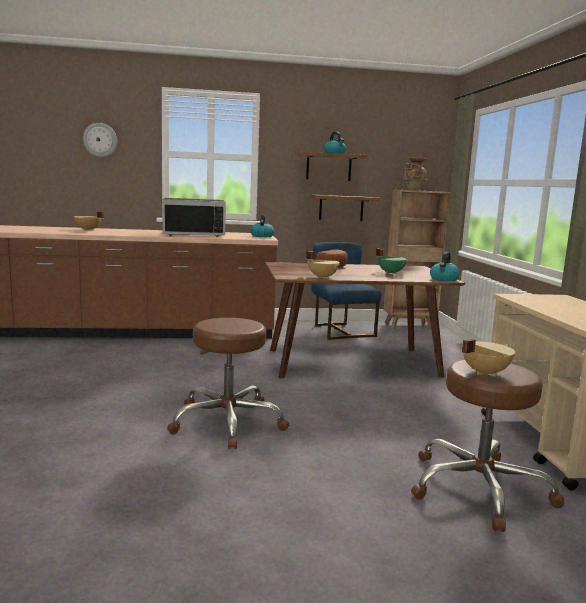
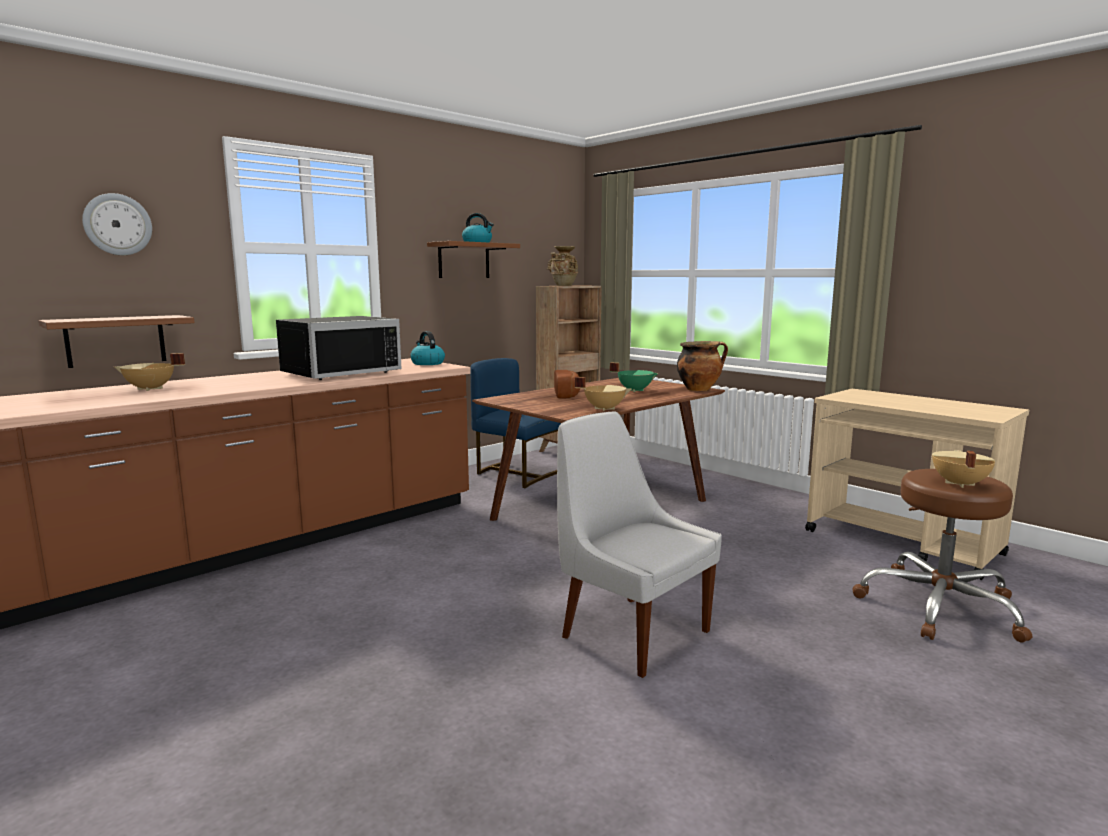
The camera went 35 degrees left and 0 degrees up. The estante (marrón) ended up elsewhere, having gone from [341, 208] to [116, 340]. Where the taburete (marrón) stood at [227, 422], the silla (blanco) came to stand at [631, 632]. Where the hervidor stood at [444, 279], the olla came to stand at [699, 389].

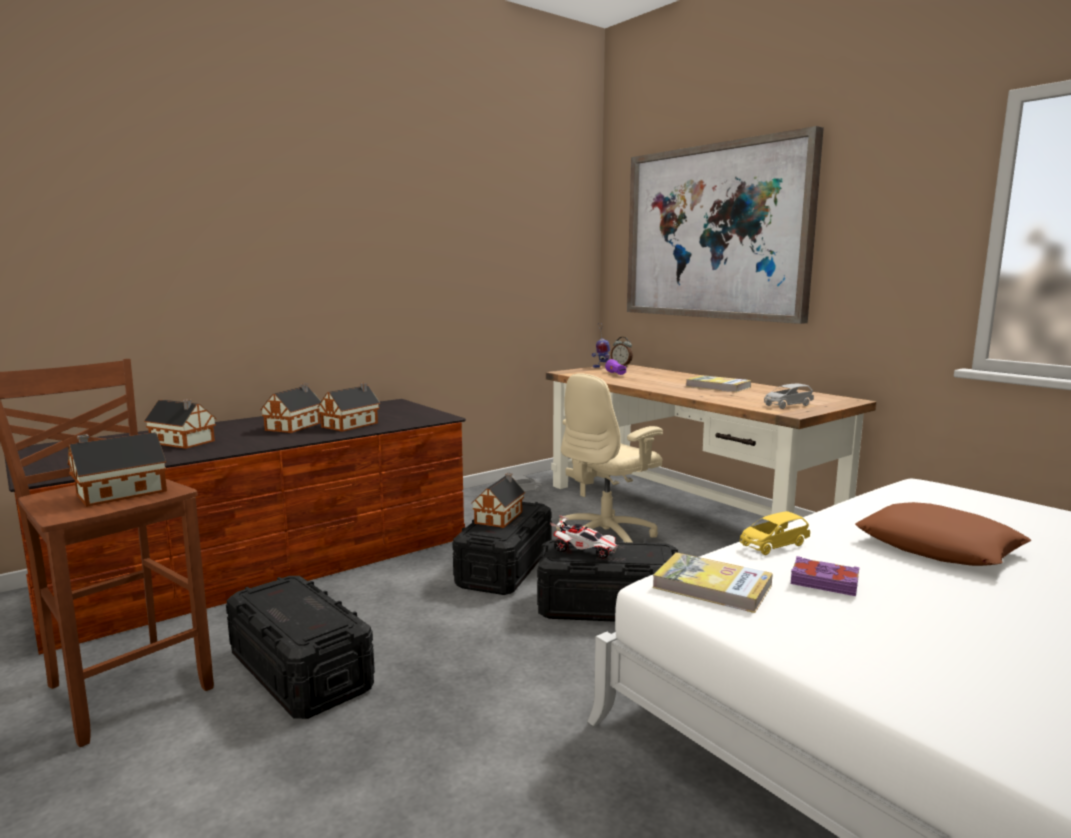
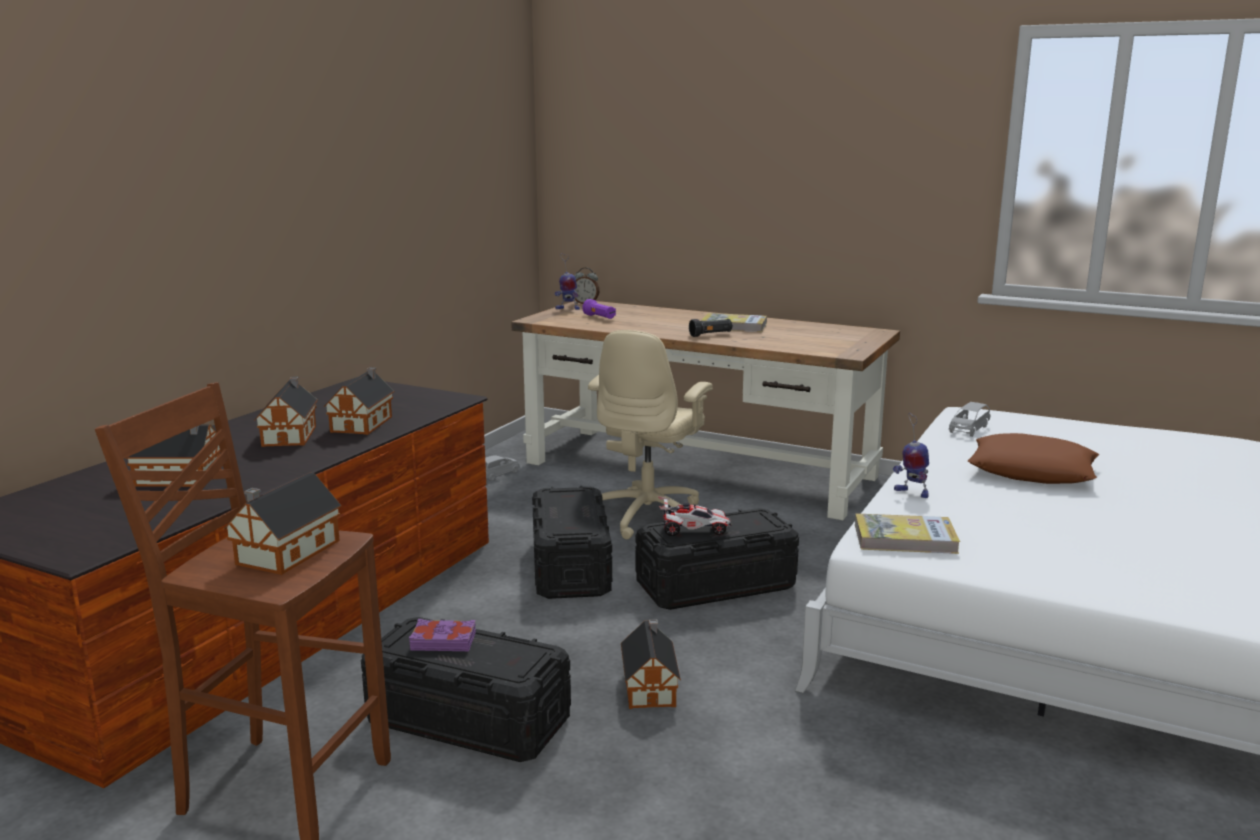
The camera went 25 degrees left and 5 degrees up. The libro (morado) ended up elsewhere, having gone from [824, 582] to [443, 641]. The casita ended up elsewhere, having gone from [500, 517] to [650, 686]. The second view gained the linterna (negro) at [711, 335]. Where the coche de juguete (amarillo) stood at [773, 545], the robot de juguete came to stand at [911, 492]. The coche de juguete (gris) ended up elsewhere, having gone from [787, 405] to [968, 429]. The second view lost the cuadro at [715, 232].

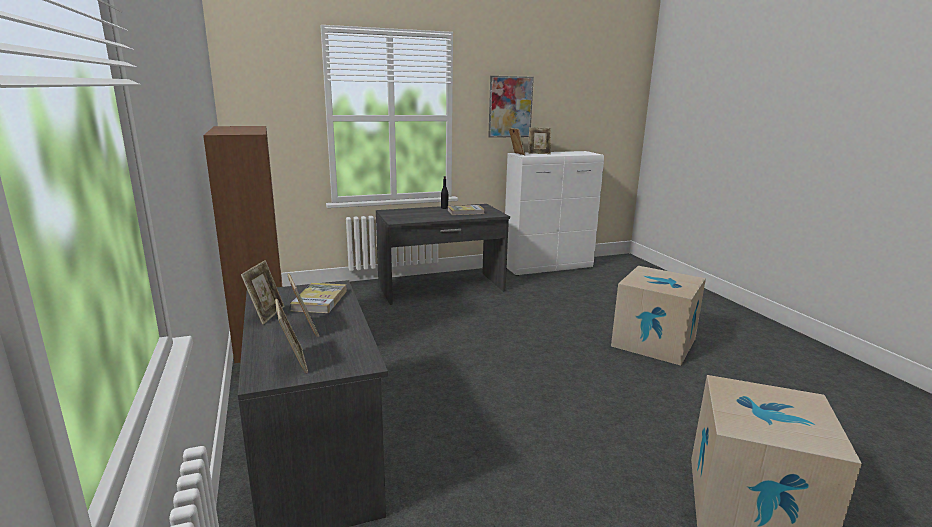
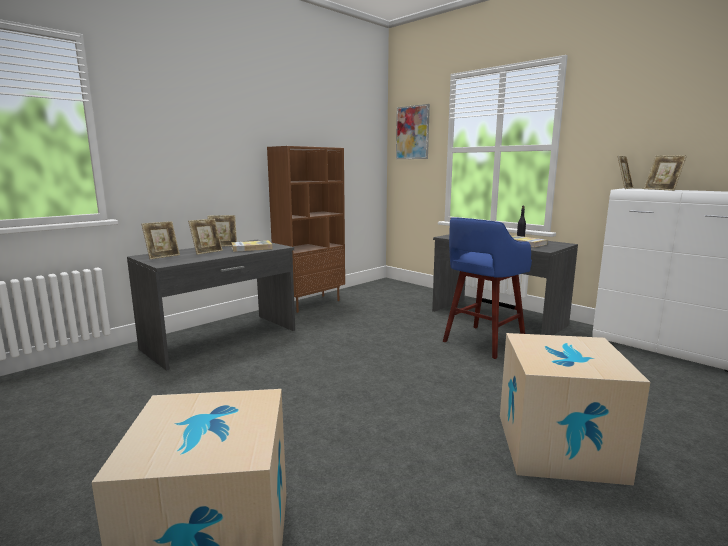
The camera went 65 degrees right and 5 degrees down. The cuadro ended up elsewhere, having gone from [510, 107] to [412, 132]. The second view gained the taburete (azul) at [482, 342].

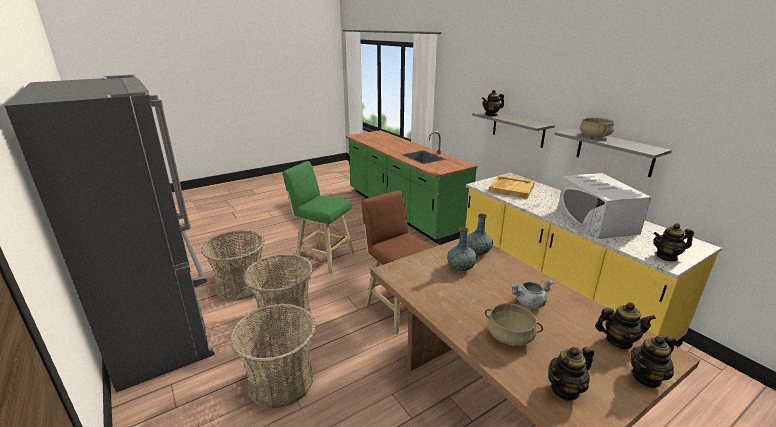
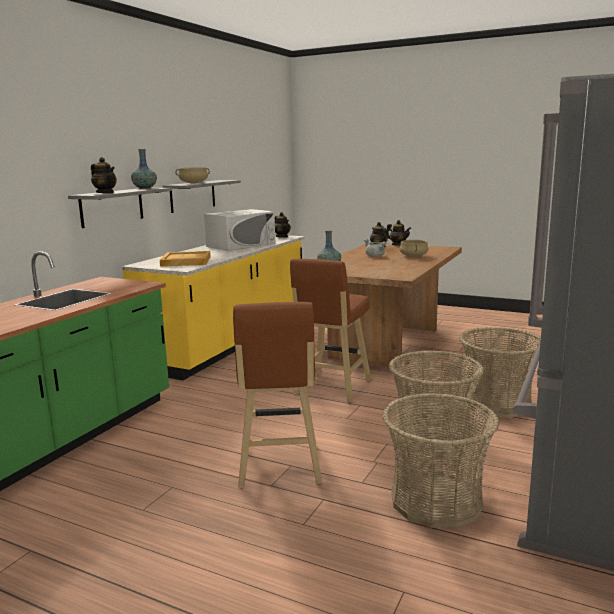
The camera went 120 degrees left and 10 degrees down. The florero ended up elsewhere, having gone from [460, 267] to [144, 188]. What was the taburete (verde) at [323, 258] turned into the taburete (marrón) at [279, 467]. The second view lost the tetera at [565, 389].

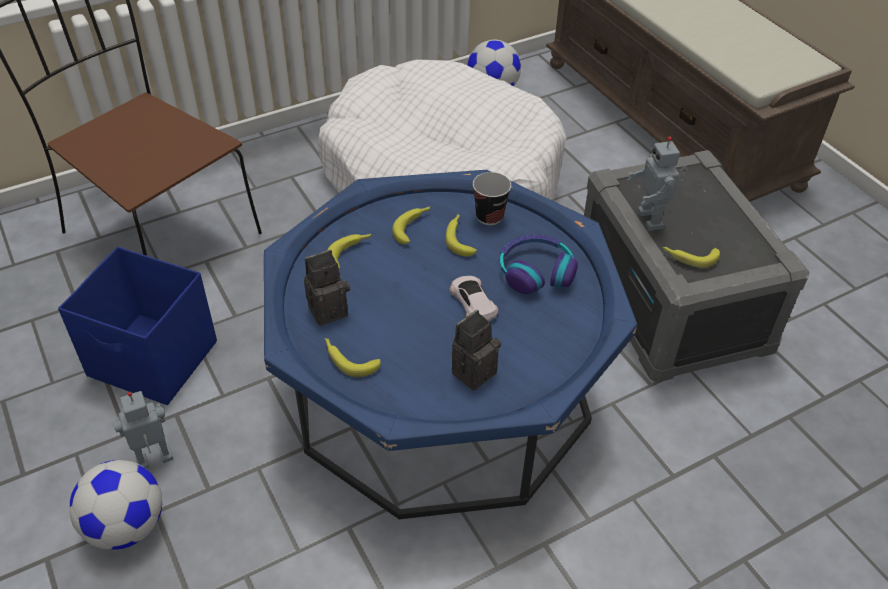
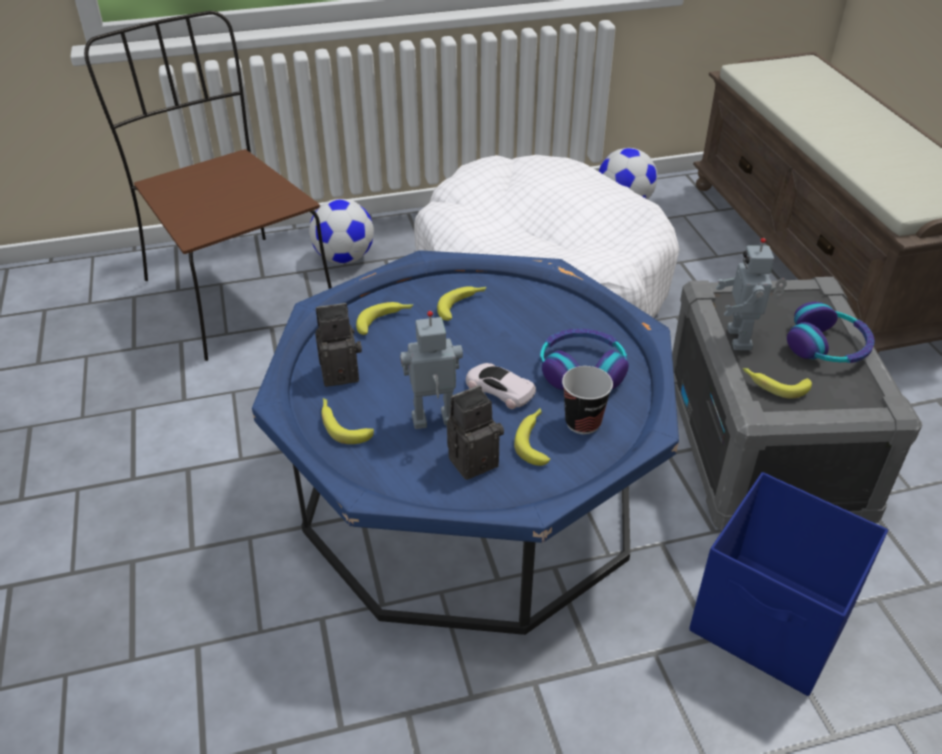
The camera went 15 degrees right and 5 degrees down. The balón de fútbol ended up elsewhere, having gone from [126, 526] to [344, 258]. The robot de juguete ended up elsewhere, having gone from [155, 461] to [434, 422]. The coche de juguete (blanco) at [472, 302] ended up facing another way, 45 degrees counterclockwise from before. The plátano ended up elsewhere, having gone from [460, 238] to [535, 440]. The taza ended up elsewhere, having gone from [489, 216] to [583, 422]. The caja de almacenaje (azul) ended up elsewhere, having gone from [154, 360] to [772, 624]. The second view gained the auriculares at [827, 347].

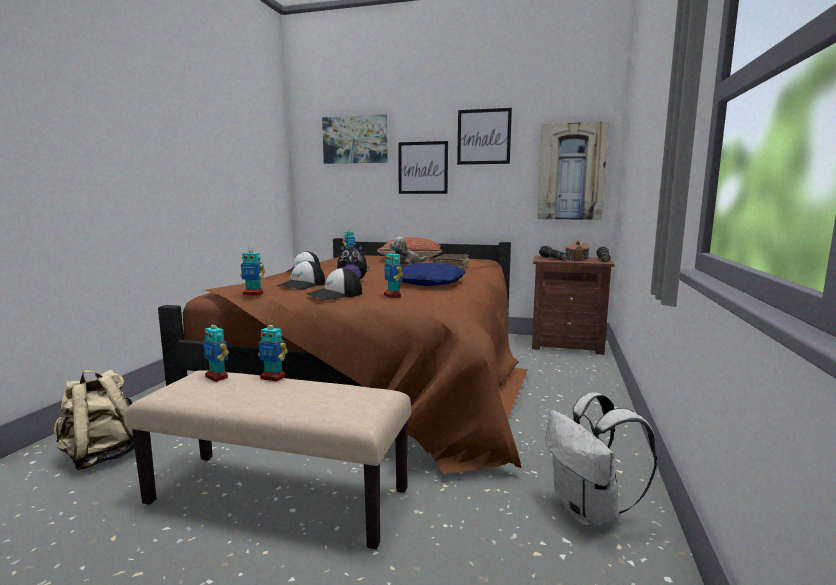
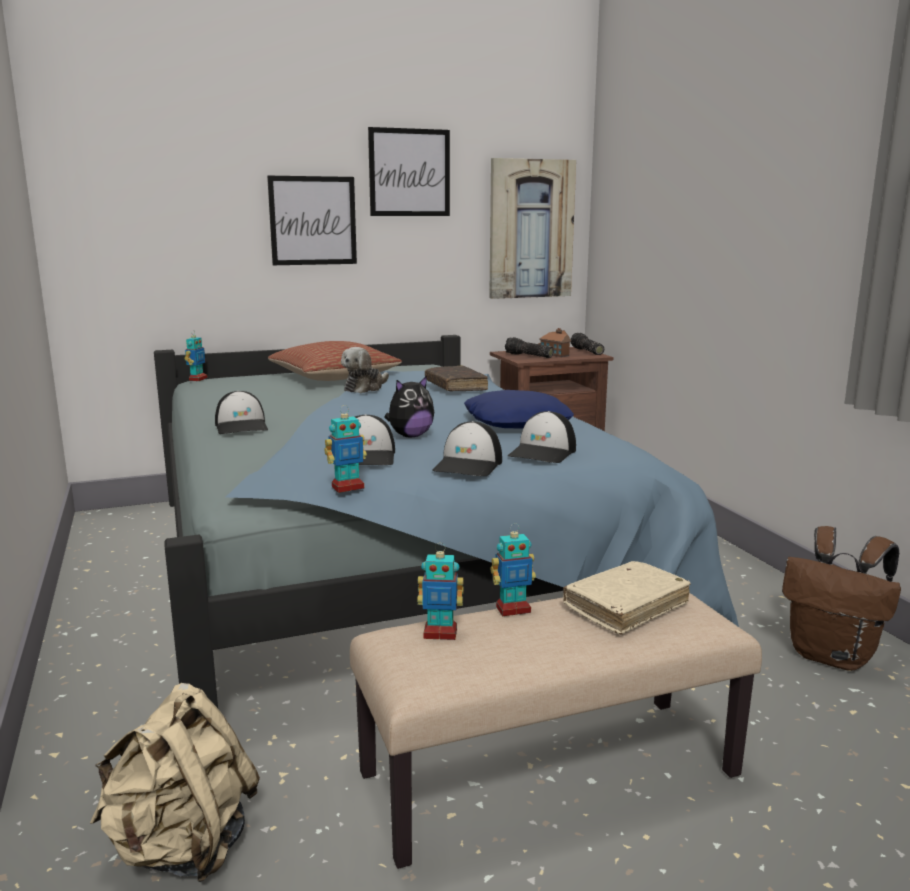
The camera went 35 degrees left and 5 degrees up. What was the cama (marrón) at [386, 371] turned into the cama (azul) at [390, 565]. Where the robot de juguete stood at [393, 296], the gorra came to stand at [543, 452]. The second view gained the libro (beis) at [626, 606]. What was the mochila (blanco) at [589, 512] turned into the mochila (marrón) at [833, 656]. The second view lost the cuadro at [355, 140].

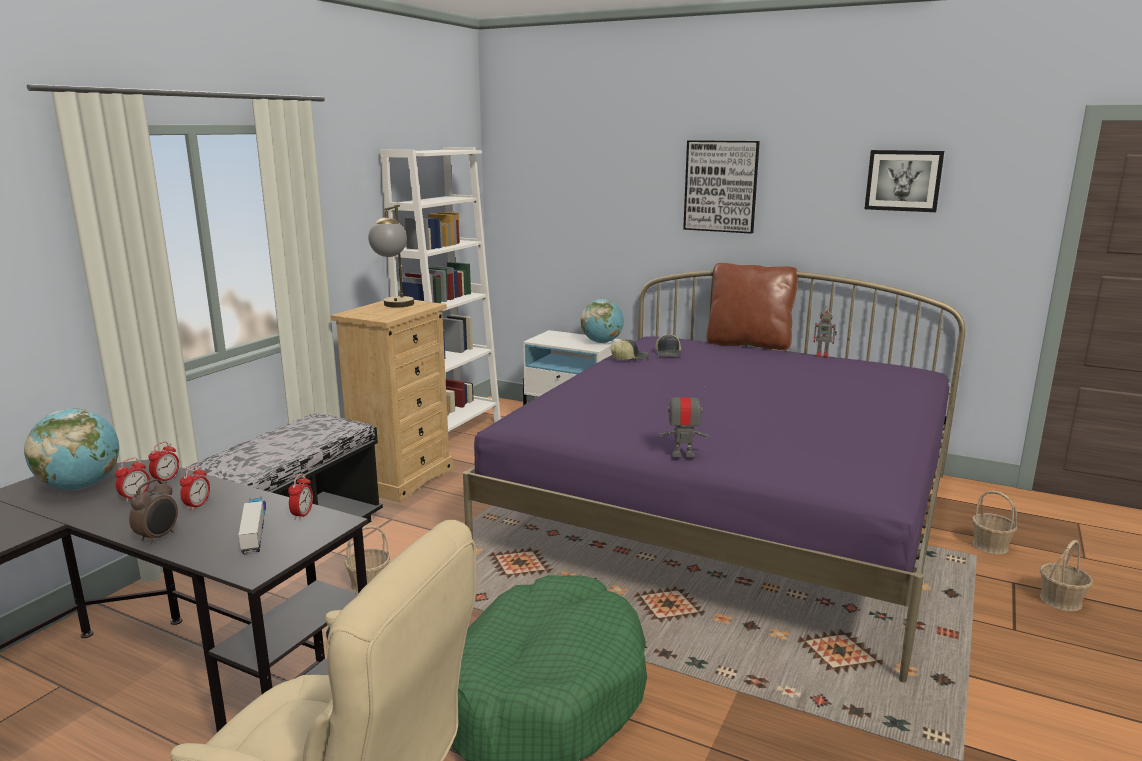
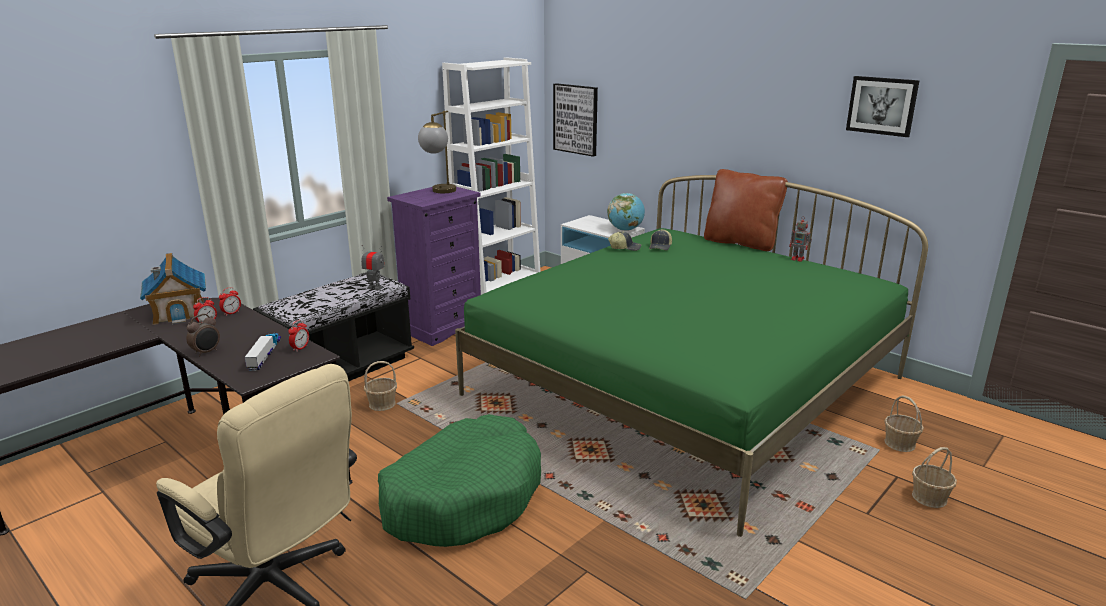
The camera went 15 degrees right and 5 degrees up. Where the globo terráqueo stood at [81, 486], the casita came to stand at [179, 312]. The robot de juguete ended up elsewhere, having gone from [683, 454] to [375, 288]. What was the cómoda (beis) at [401, 478] turned into the cómoda (morado) at [442, 327]. What was the cama (morado) at [730, 513] turned into the cama (verde) at [685, 386]. The cuadro ended up elsewhere, having gone from [721, 186] to [576, 119]. The second view lost the despertador at [197, 505].

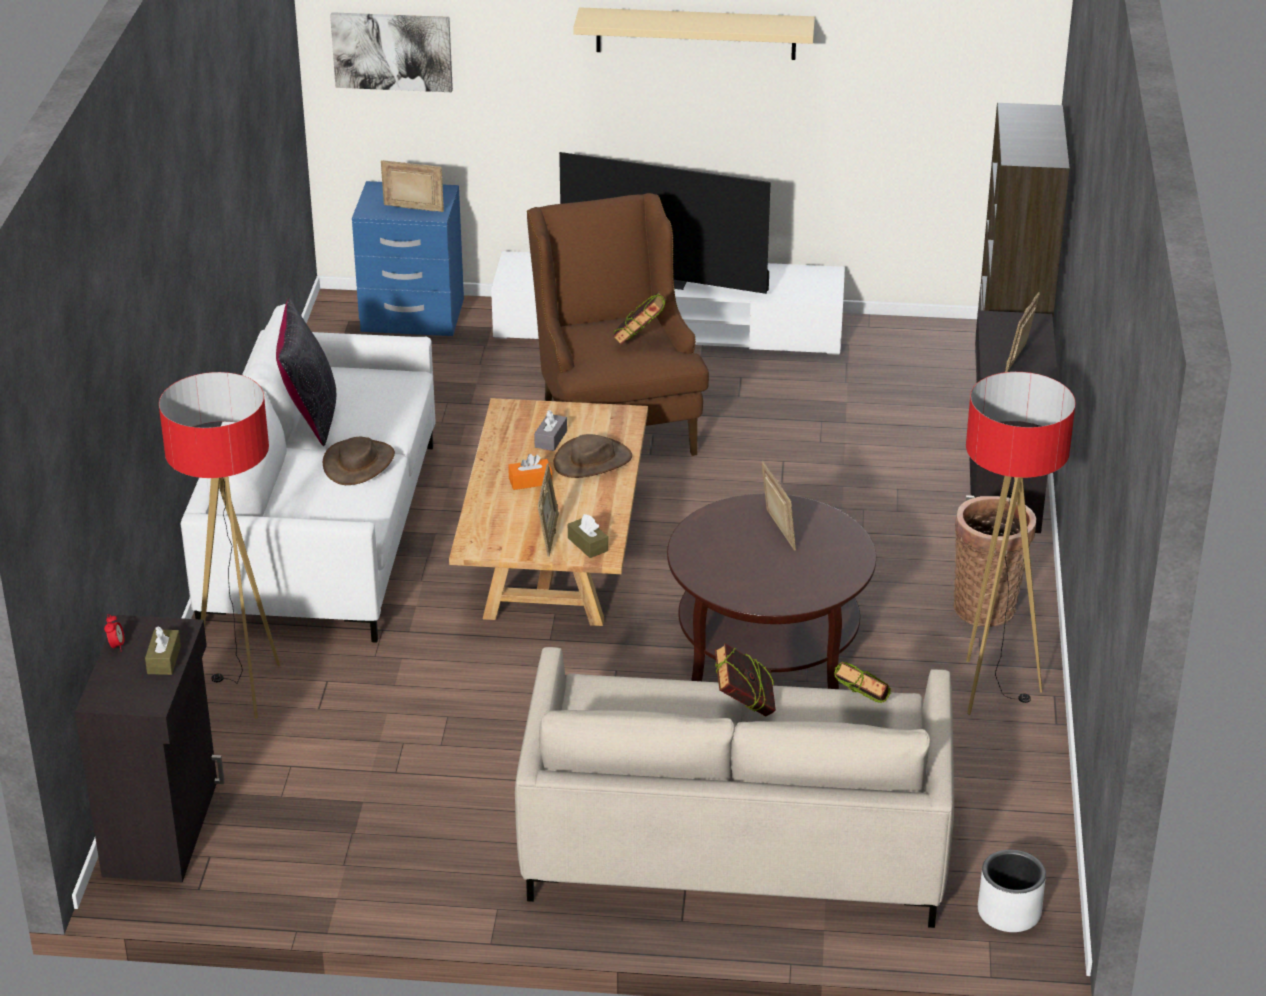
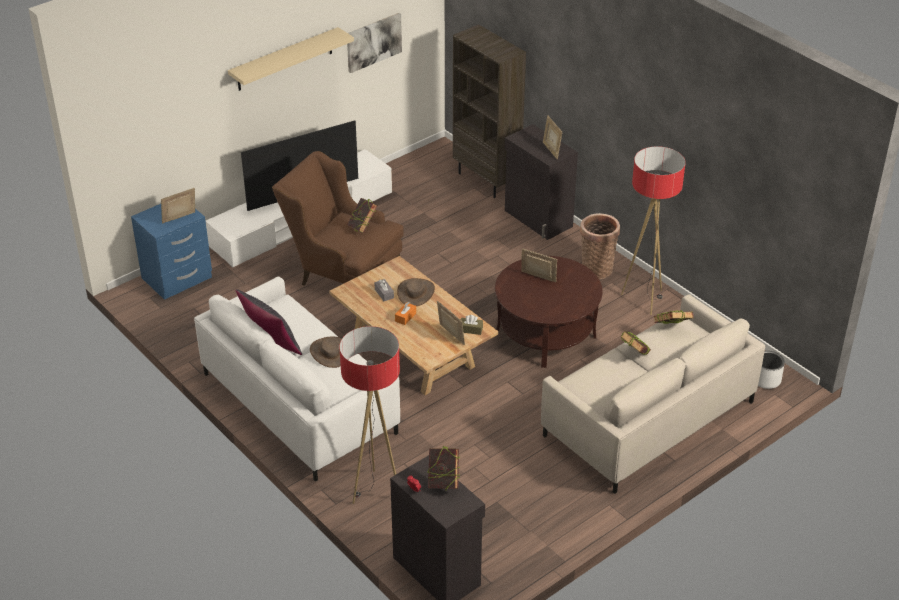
The camera went 45 degrees left and 5 degrees up. The cuadro ended up elsewhere, having gone from [392, 51] to [373, 42]. Where the caja de pañuelos (marrón) stood at [164, 660], the libro came to stand at [443, 482].

